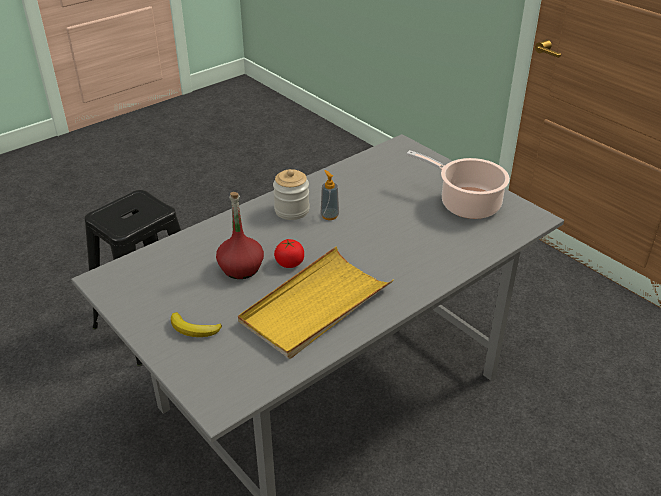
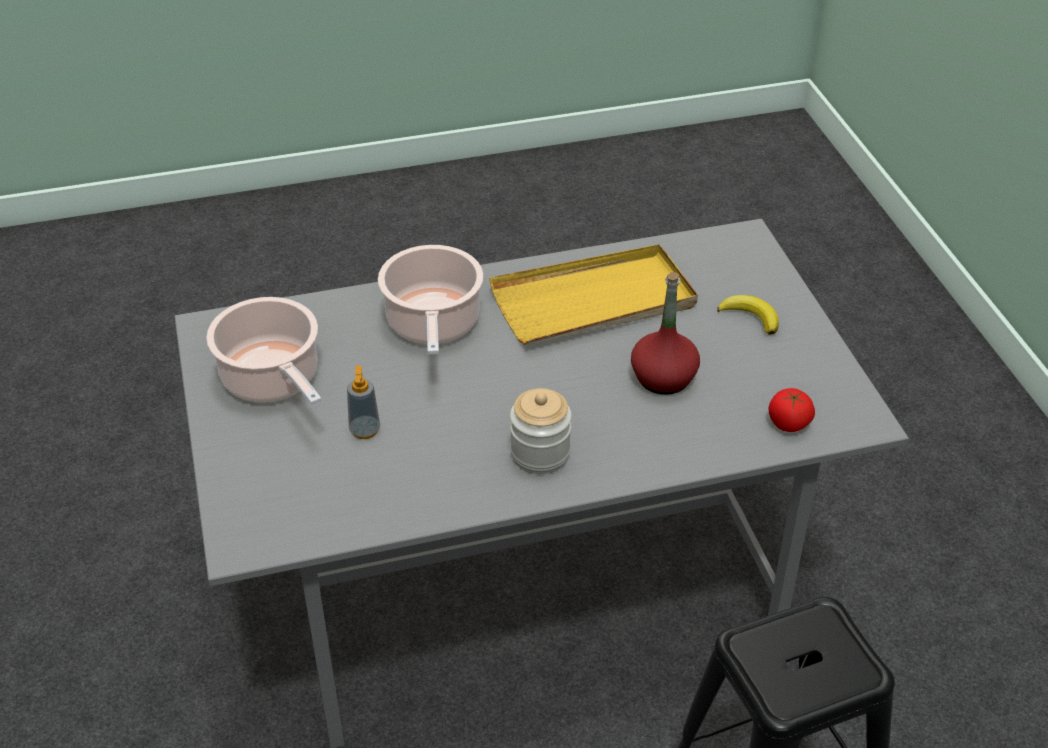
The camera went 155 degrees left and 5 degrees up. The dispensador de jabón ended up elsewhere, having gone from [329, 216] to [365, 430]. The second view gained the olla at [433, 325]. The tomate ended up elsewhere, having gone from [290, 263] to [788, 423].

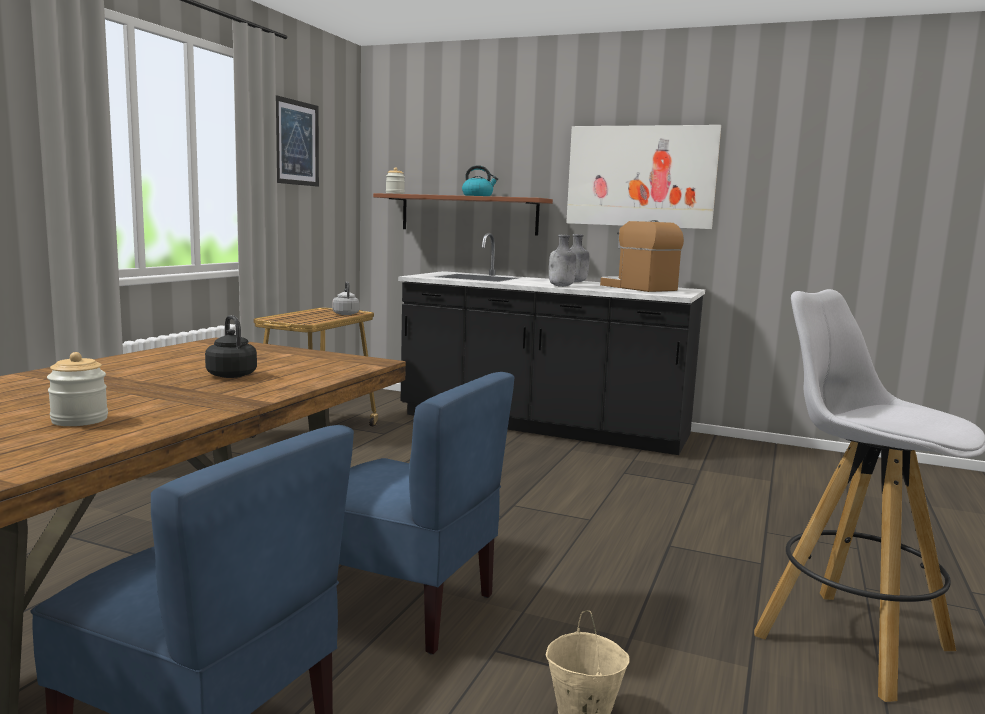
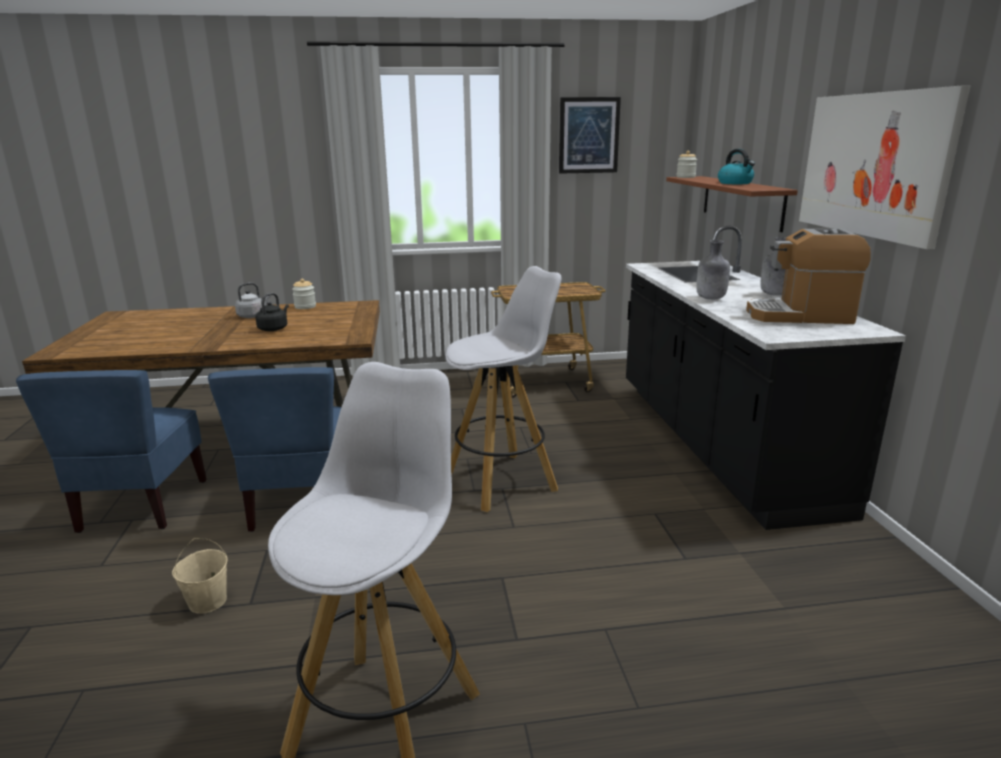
The camera went 60 degrees right and 10 degrees up. The hervidor (gris) ended up elsewhere, having gone from [345, 314] to [253, 316]. The tarro ended up elsewhere, having gone from [79, 420] to [305, 307]. The second view gained the taburete (blanco) at [502, 481]. The cafetera at [637, 288] ended up facing another way, 105 degrees counterclockwise from before.

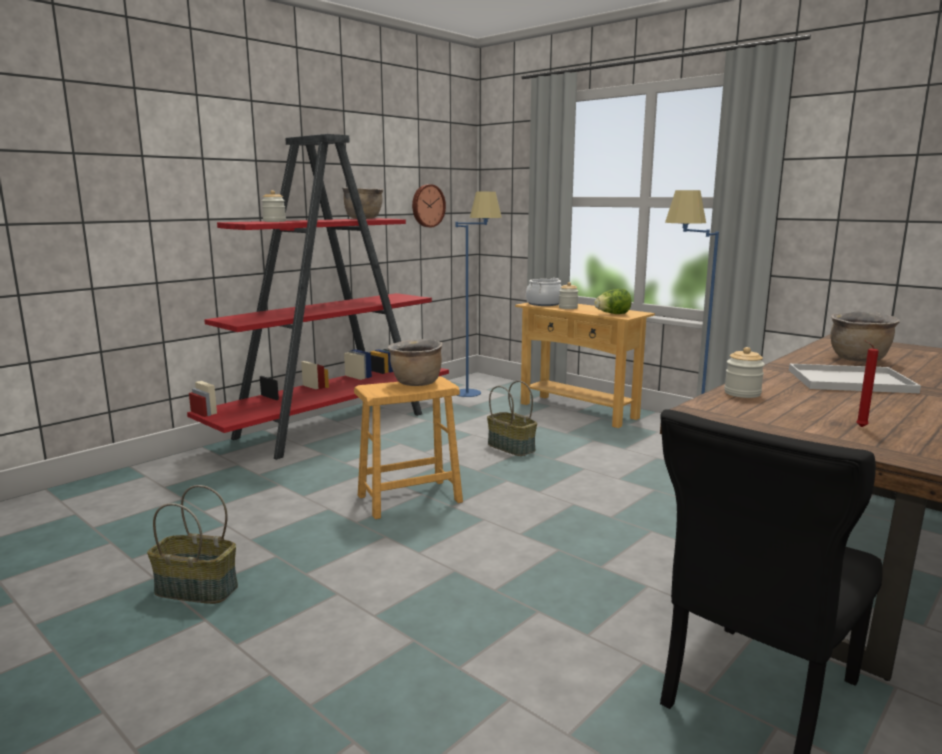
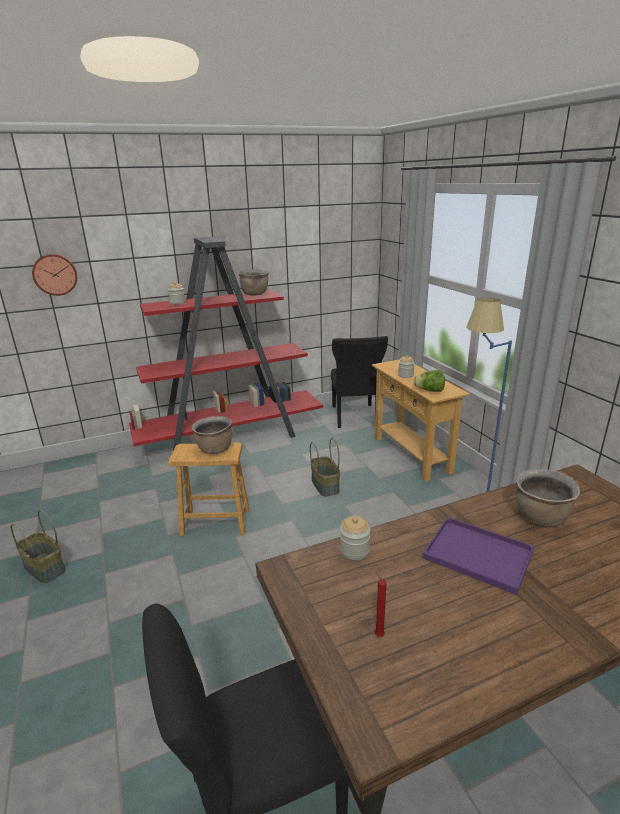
The camera went 25 degrees right and 10 degrees up. The reloj de pared ended up elsewhere, having gone from [427, 206] to [55, 274]. Where the lámpara de pie (azul) stood at [476, 390], the silla (negro) came to stand at [354, 417]. What was the bandeja (blanco) at [852, 381] turned into the bandeja (morado) at [480, 555]. The second view lost the olla at [544, 304].

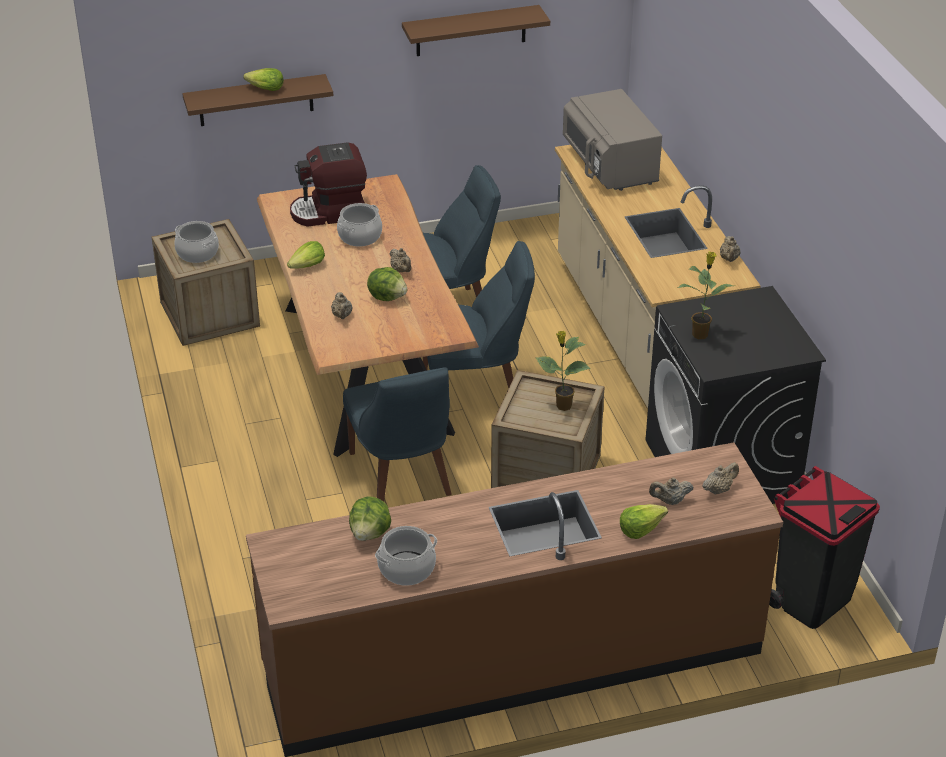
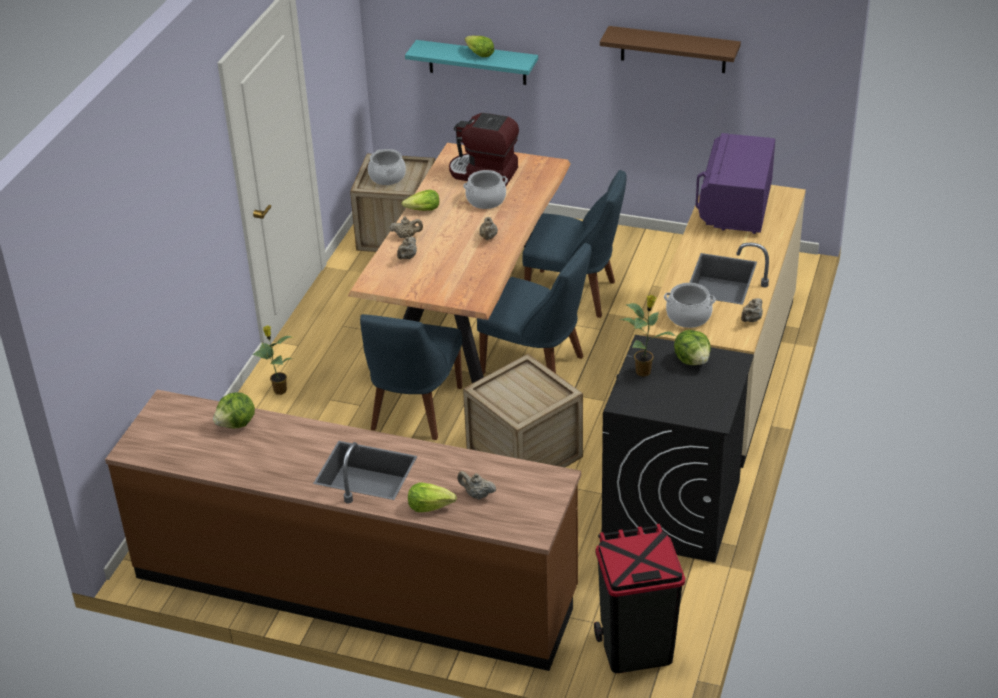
The camera went 35 degrees right and 0 degrees up. The planta en maceta ended up elsewhere, having gone from [562, 406] to [279, 390]. The tetera (beis) ended up elsewhere, having gone from [719, 489] to [406, 236]. What was the estante (marrón) at [256, 100] turned into the estante (turquesa) at [477, 62]. The olla ended up elsewhere, having gone from [407, 569] to [688, 317]. The lechuga ended up elsewhere, having gone from [387, 297] to [692, 360]. What was the microondas (gris) at [609, 166] turned into the microondas (morado) at [735, 207].

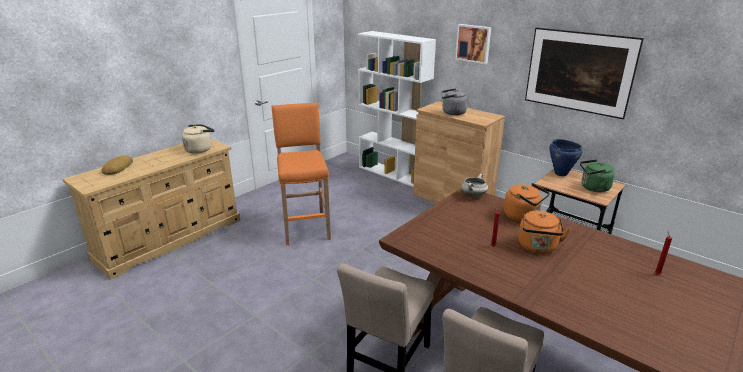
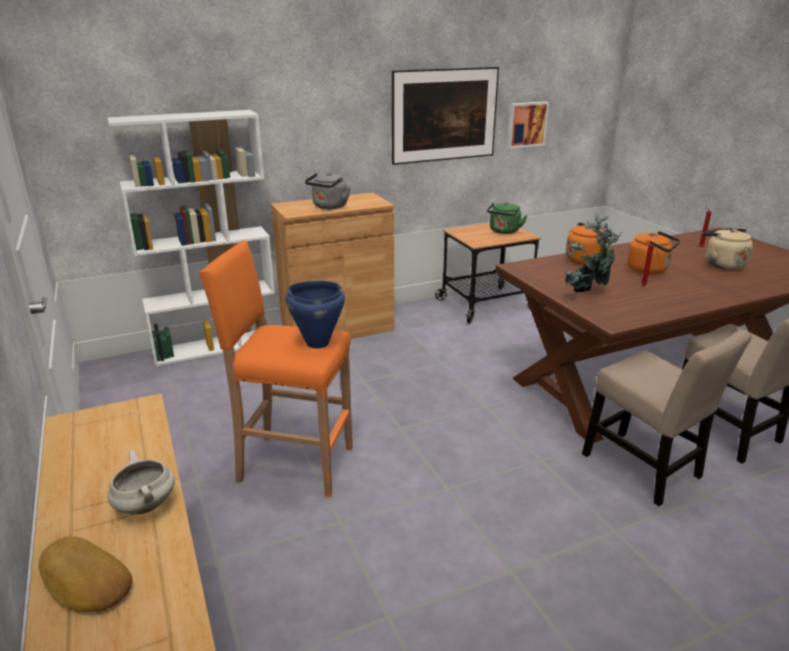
The camera went 65 degrees left and 0 degrees up. The olla (blanco) ended up elsewhere, having gone from [473, 195] to [144, 505]. The olla (azul) ended up elsewhere, having gone from [560, 173] to [317, 343]. The cuadro ended up elsewhere, having gone from [473, 43] to [526, 124]. The second view gained the planta en maceta at [587, 294]. The hervidor (beis) ended up elsewhere, having gone from [200, 149] to [722, 264].

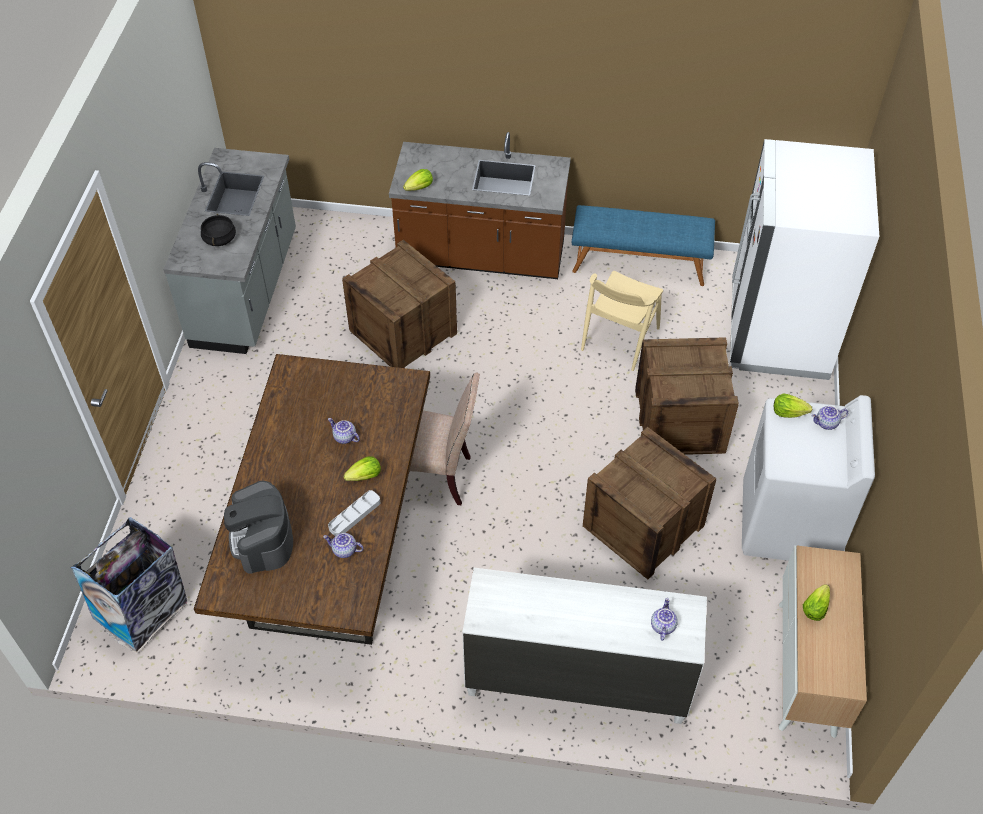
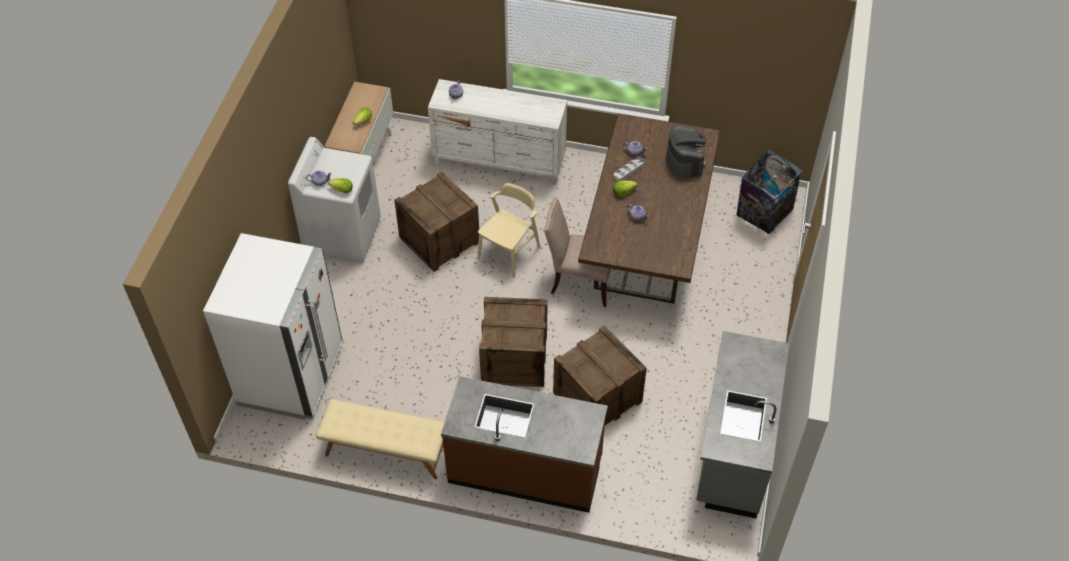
The camera went 175 degrees left and 0 degrees up. What was the banco (azul) at [639, 263] turned into the banco (beis) at [385, 451]. The silla (beis) ended up elsewhere, having gone from [619, 339] to [509, 252]. The caja de embalaje ended up elsewhere, having gone from [680, 421] to [514, 359]. The second view lost the olla (negro) at [219, 238]. The second view lost the lechuga at [419, 188].

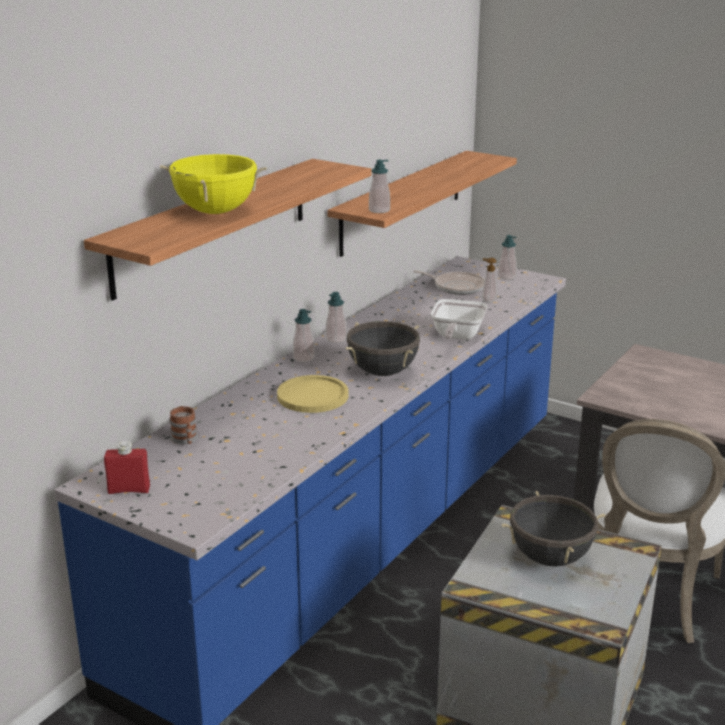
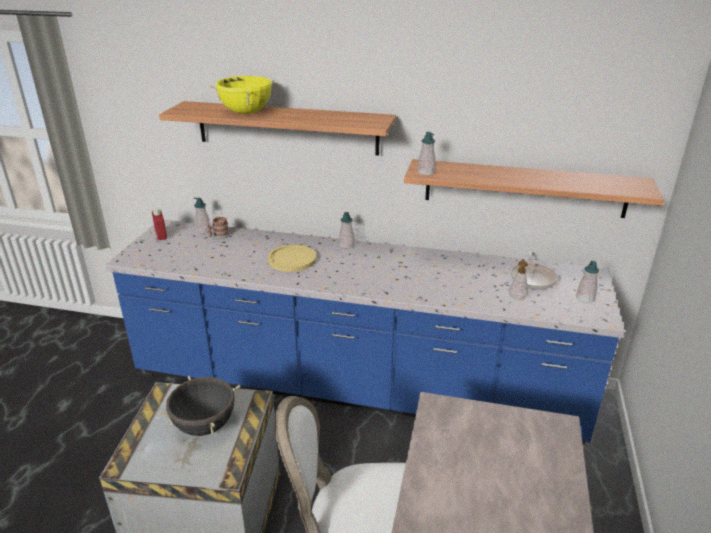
The camera went 70 degrees right and 5 degrees up. The dispensador de jabón ended up elsewhere, having gone from [336, 339] to [203, 230]. The second view lost the olla (negro) at [383, 372]. The second view lost the sartén at [456, 337].

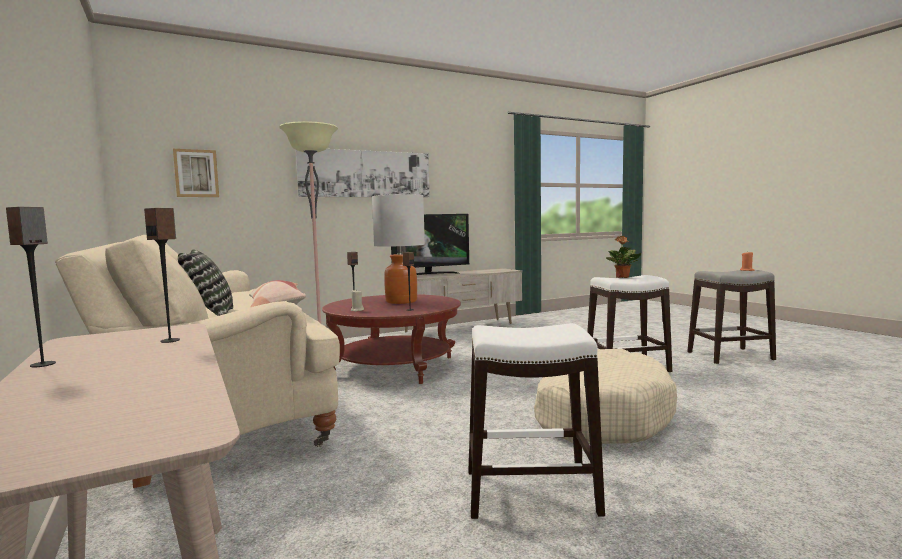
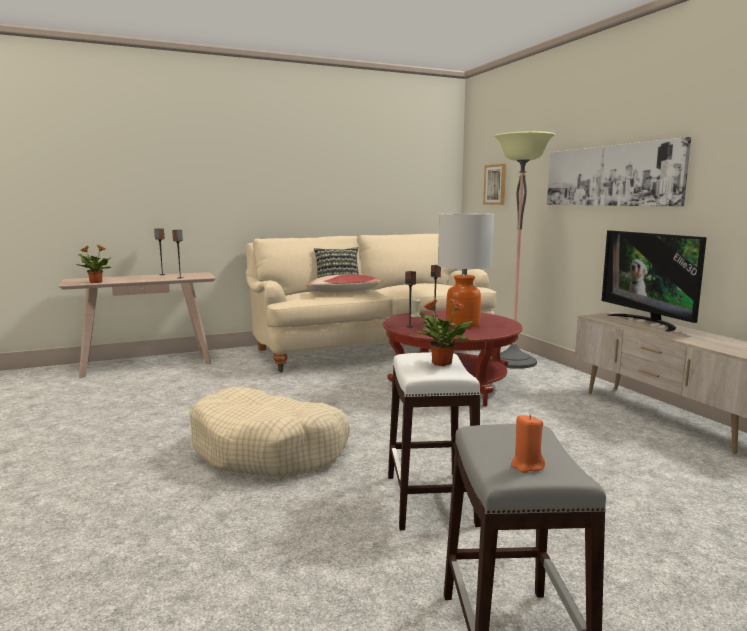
The camera went 95 degrees right and 5 degrees up. The second view gained the planta en maceta at [95, 282]. The second view lost the taburete (blanco) at [531, 492].

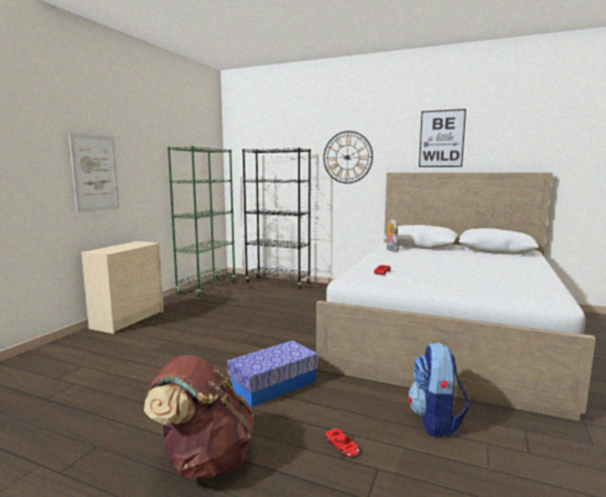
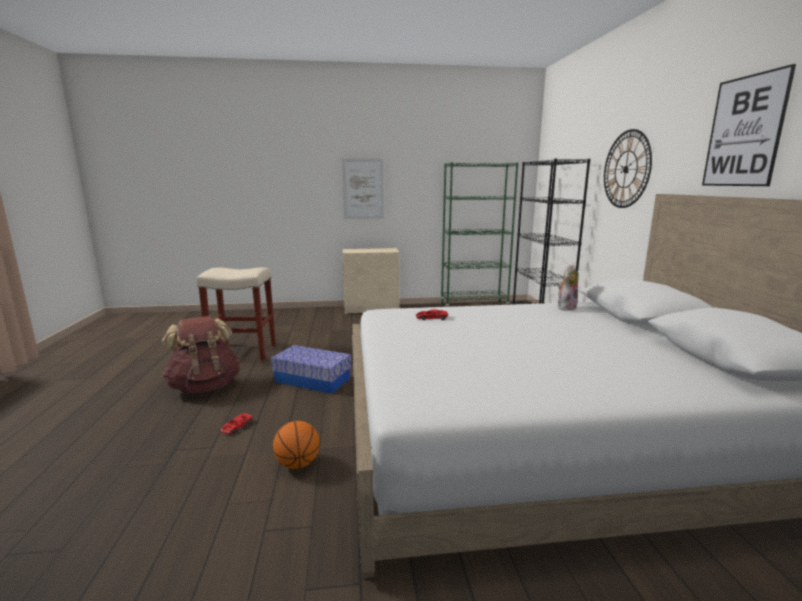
The camera went 60 degrees right and 5 degrees up. The second view gained the taburete (beis) at [242, 352]. Where the mochila stood at [436, 421], the balón de baloncesto came to stand at [298, 464].

